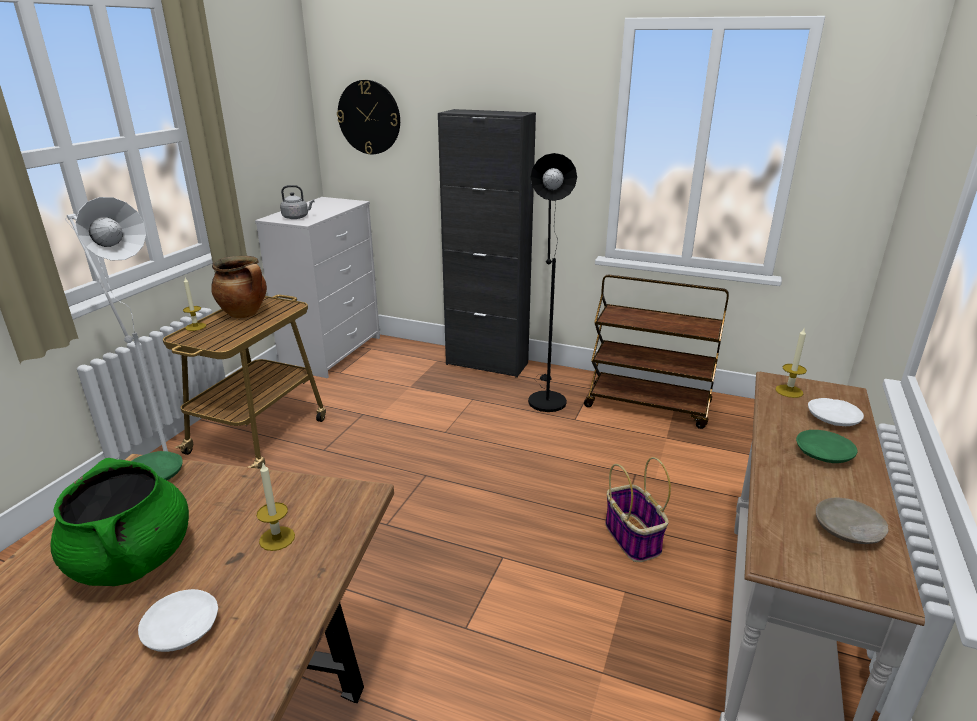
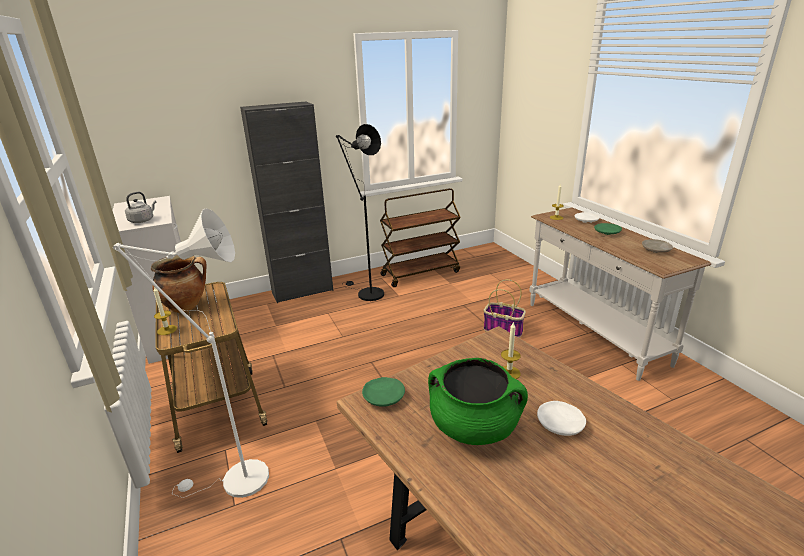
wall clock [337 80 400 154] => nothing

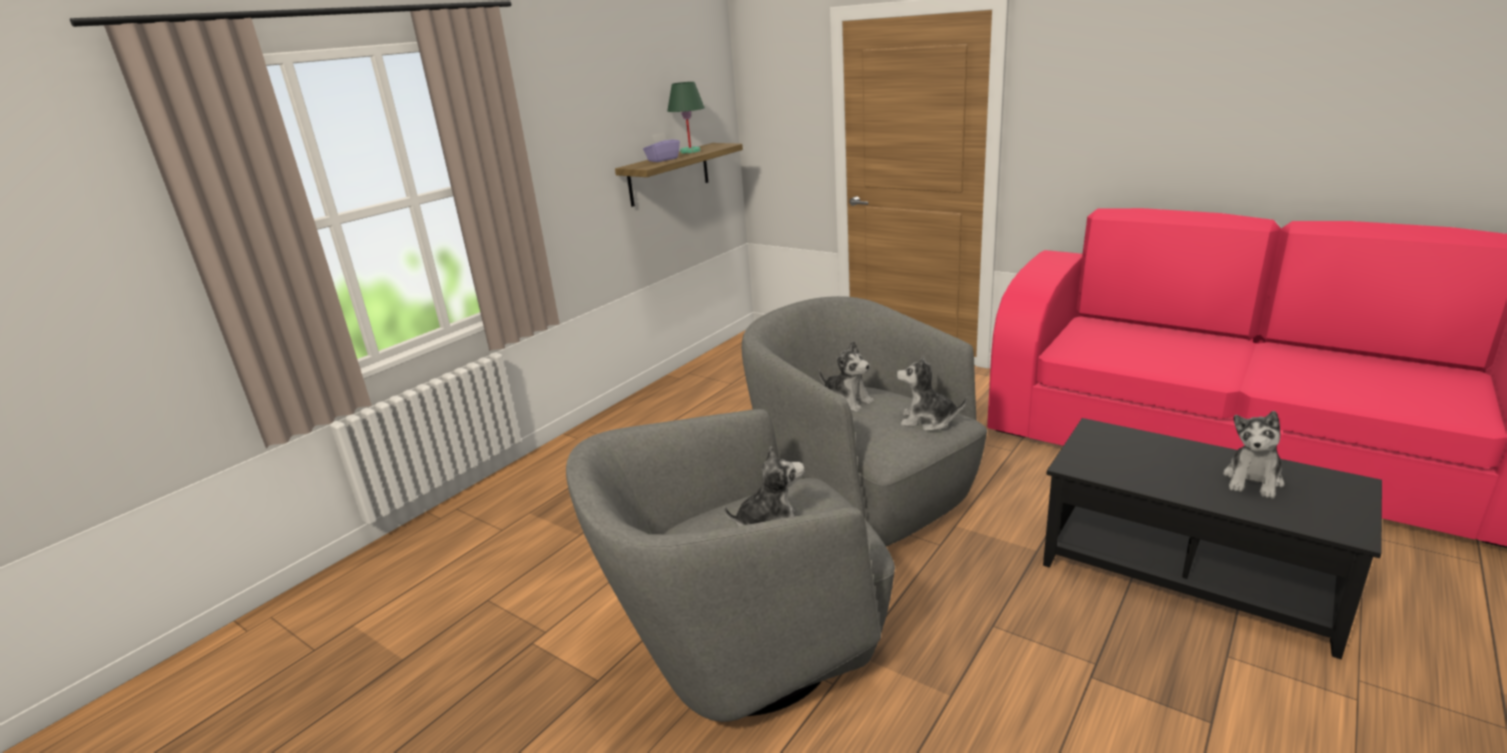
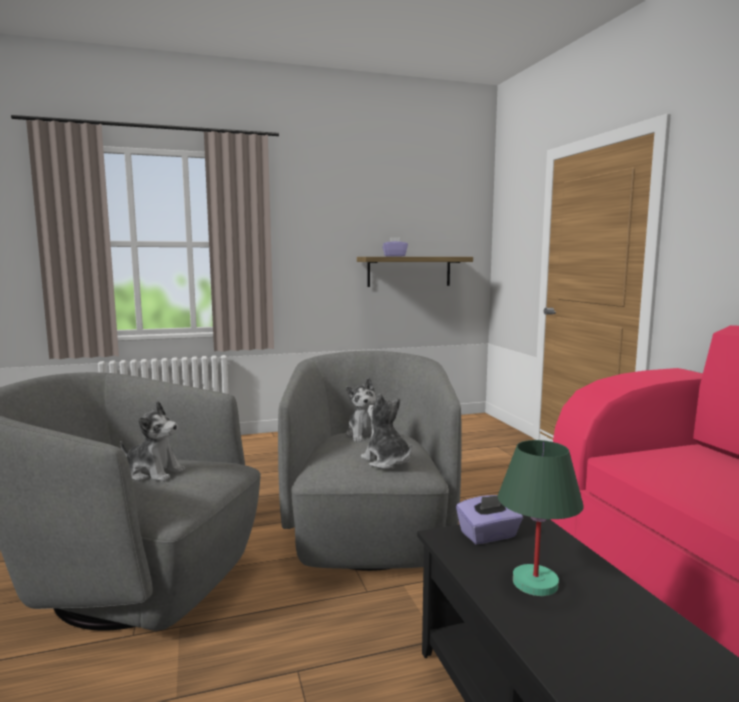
table lamp in green [667 82 705 154] => table lamp in green [498 440 584 596], move
plush toy [1223 411 1285 499] => nothing
nothing => tissue box in purple [456 495 523 544]

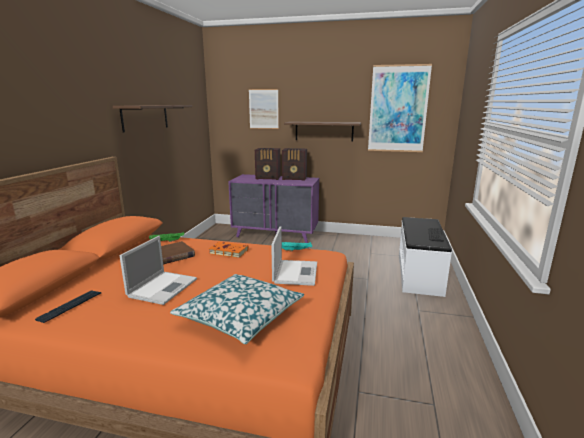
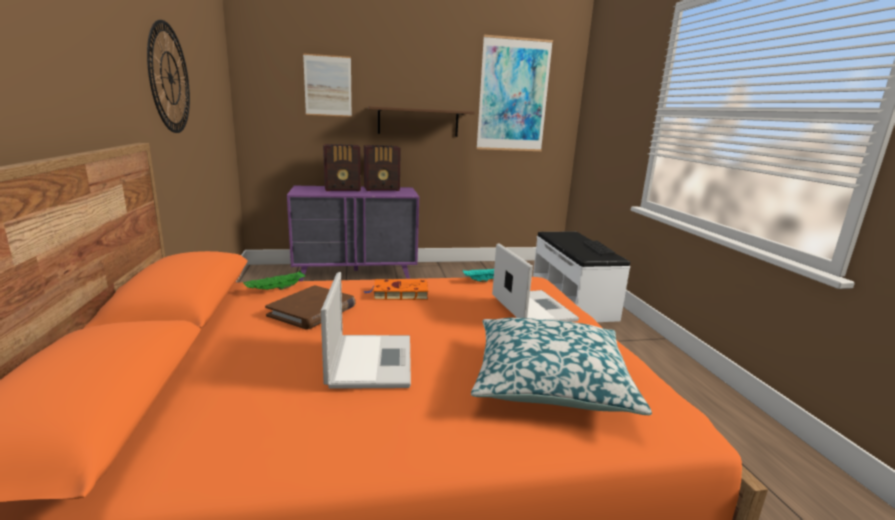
keyboard [35 290 101 323] => nothing
shelf in brown [113 105 192 133] => wall clock [147 20 190 133]

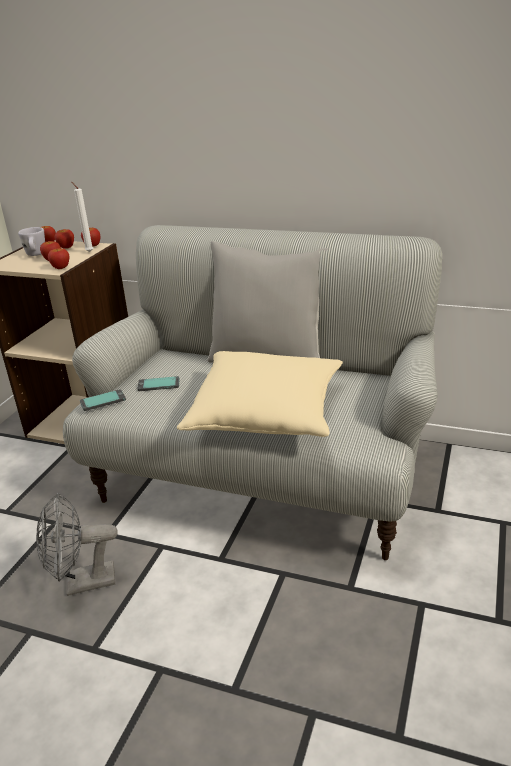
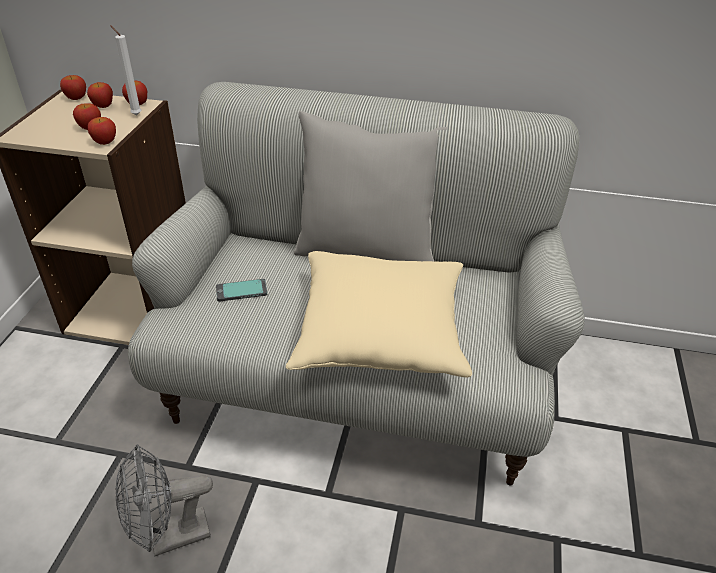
mug in white [18 227 45 256] => nothing
phone [80 389 126 411] => nothing

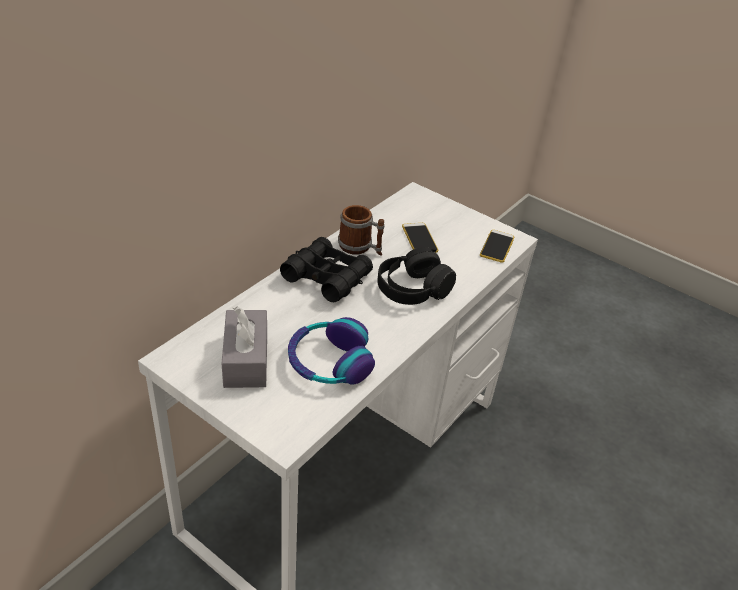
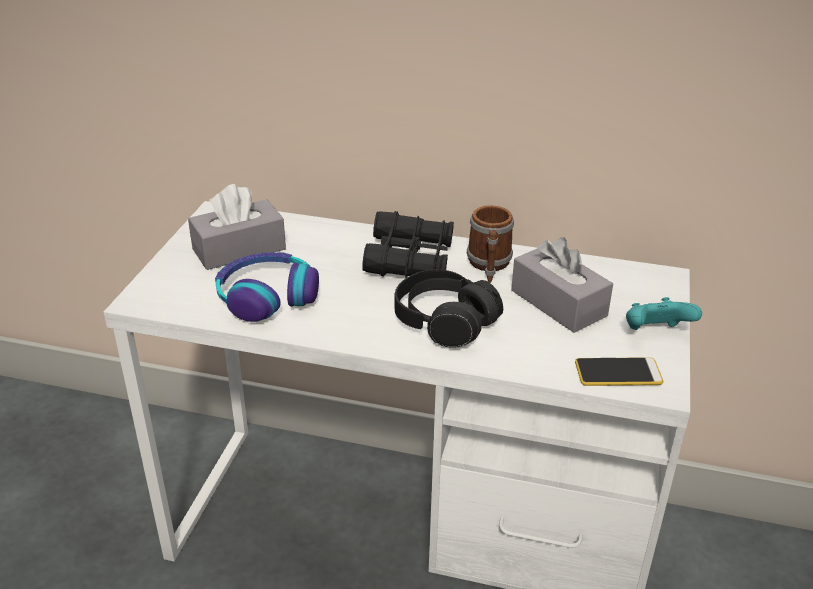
phone [402 223 438 253] => tissue box in grey [511 237 613 333]
nothing => game controller in turquoise [626 297 702 330]

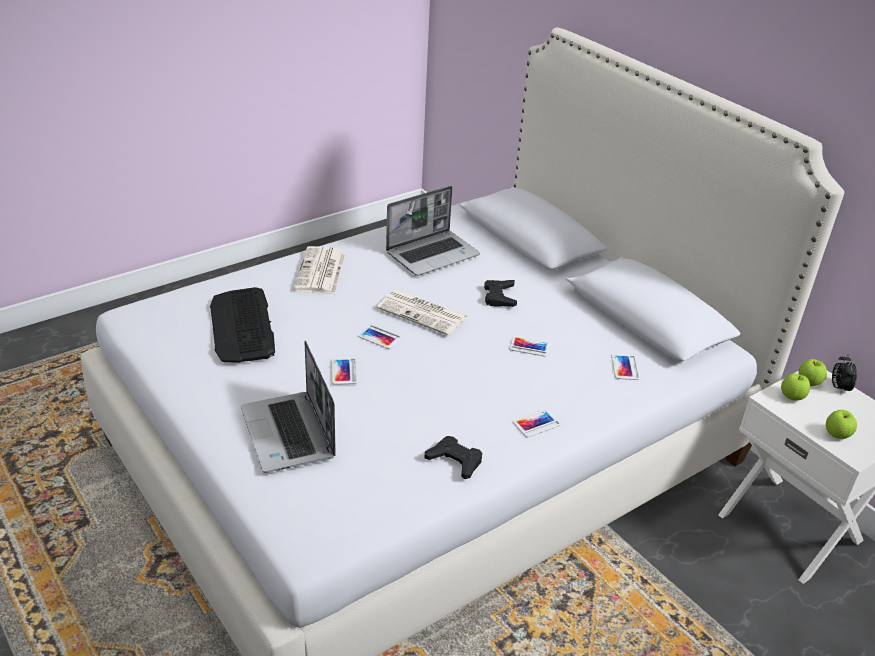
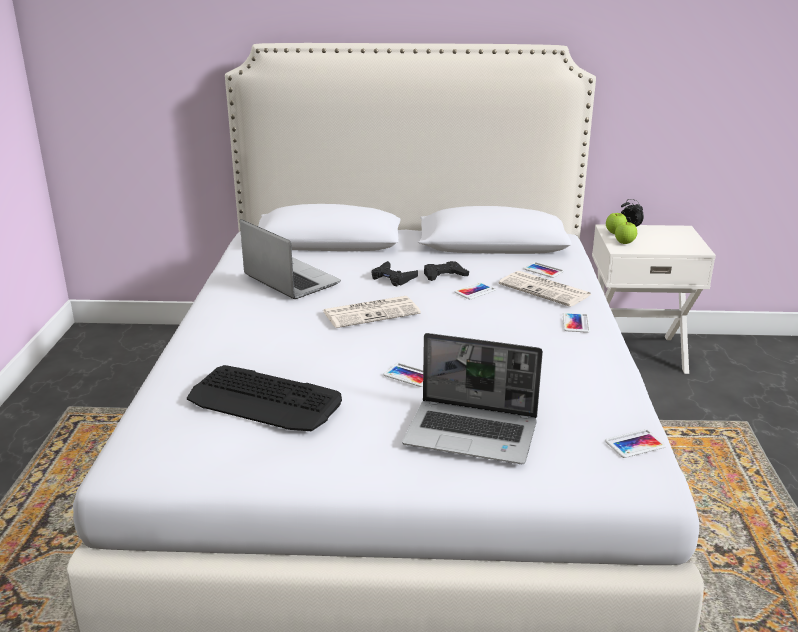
newspaper [293 246 346 294] => newspaper [499 271 592 307], move
phone [358 325 401 349] => phone [605 429 666 458], move
laptop [386 186 480 276] => laptop [240 219 341 299], 45 degrees counterclockwise
game controller in black [425 436 482 479] => game controller in black [424 261 469 281], move
apple [826 410 857 439] => nothing

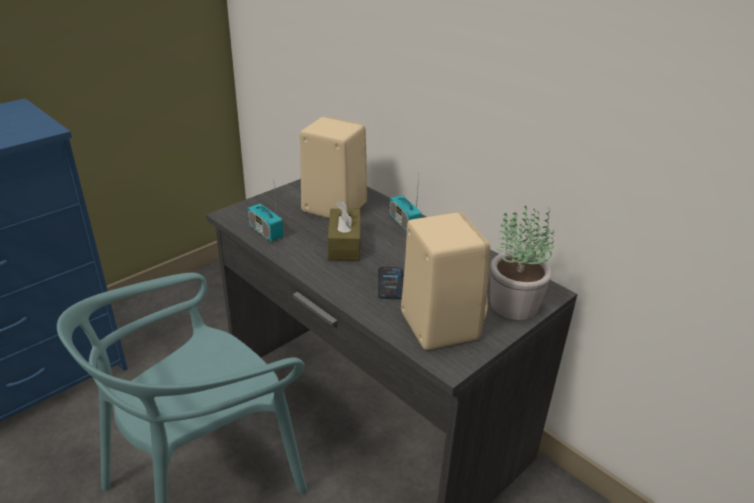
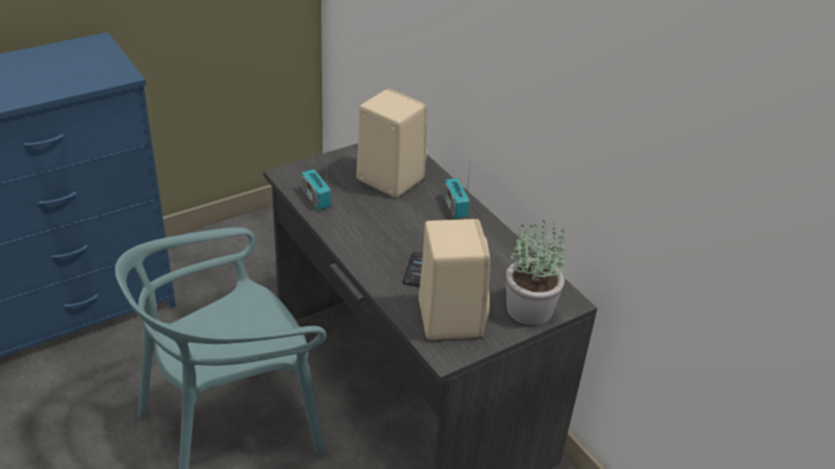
tissue box in brown [328 200 361 260] => nothing

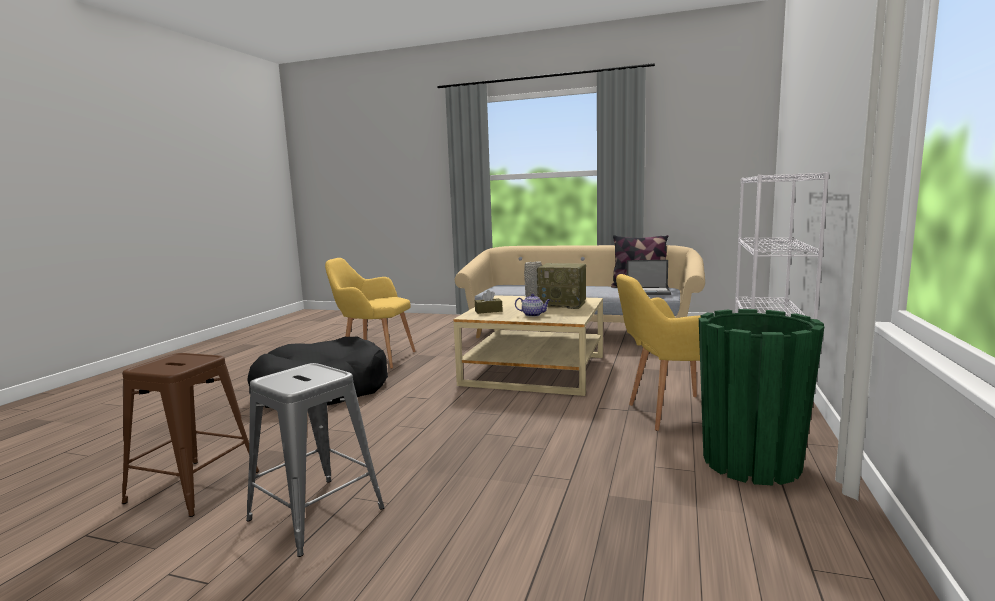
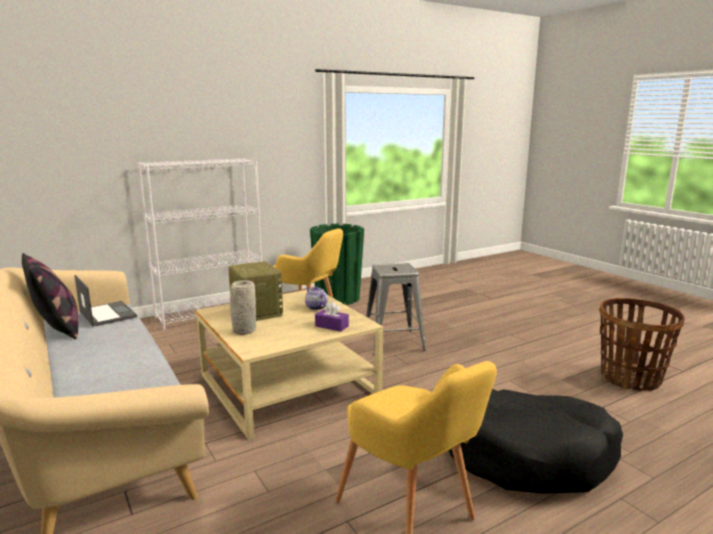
stool in brown [122 353 259 517] => basket [599 298 684 391]
stool in grey [246 363 385 557] => stool in grey [366 263 426 355], move
tissue box in brown [475 290 503 314] => tissue box in purple [315 302 349 332]

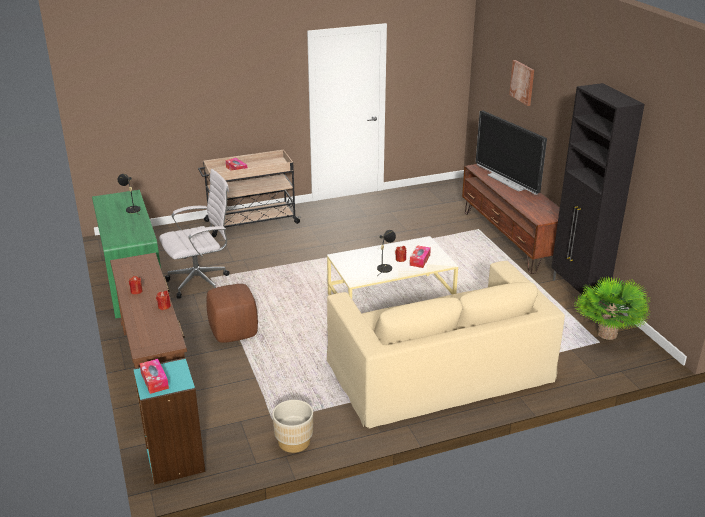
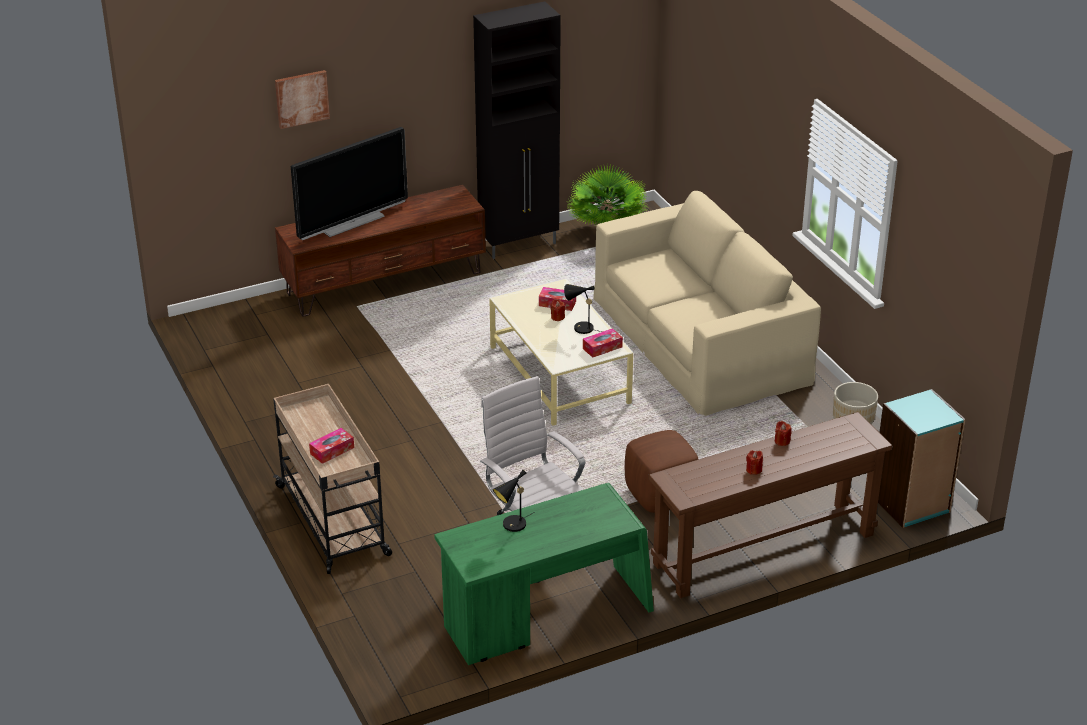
tissue box [140 359 169 394] => tissue box [583 328 623 358], move

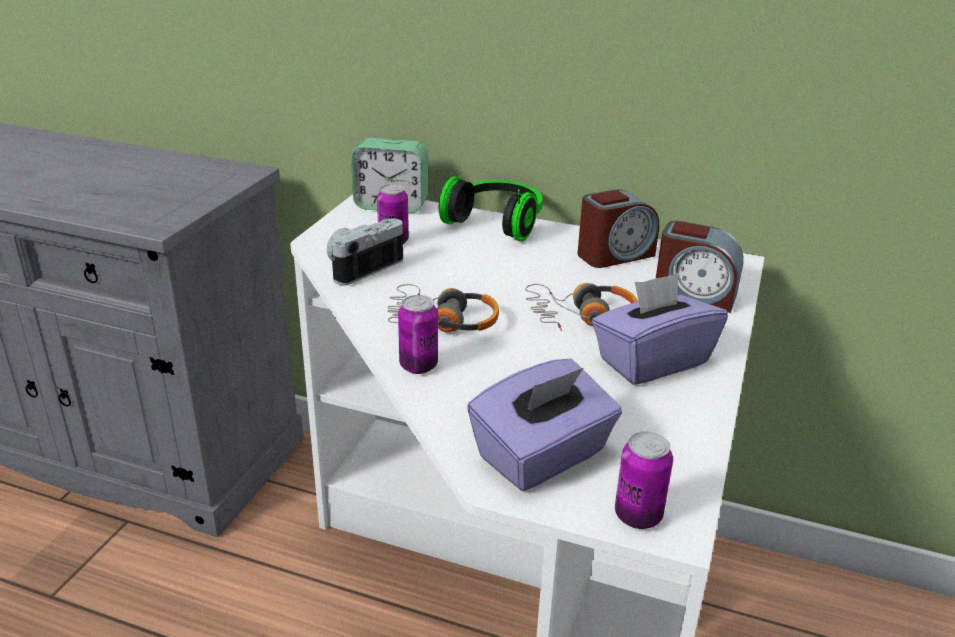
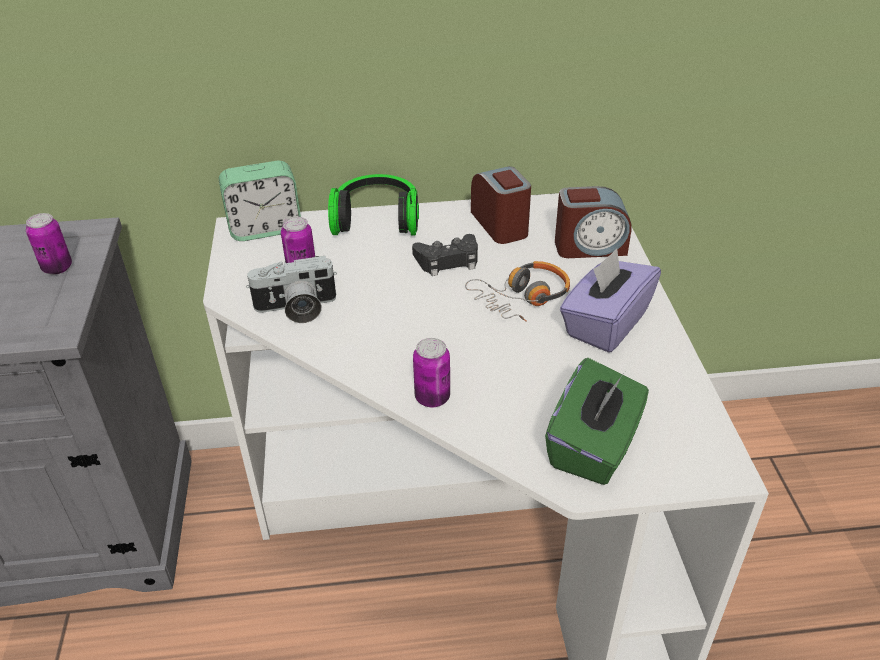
photo camera [327 219 403 286] => photo camera [246 256 337 323], 120 degrees counterclockwise
headphones [387 284 499 333] => nothing
tissue box in purple [467 359 622 491] => tissue box in green [545 358 649 485]
alarm clock [577 190 659 268] => alarm clock [471 166 531 244], 60 degrees counterclockwise
can [615 431 673 529] => can [26 213 72 275], move
nothing => game controller in black [412 234 478 276]

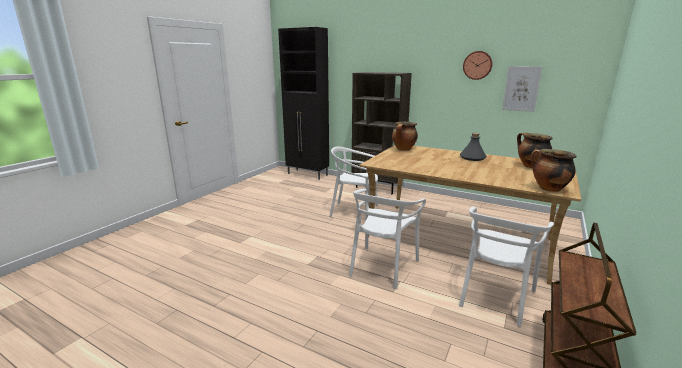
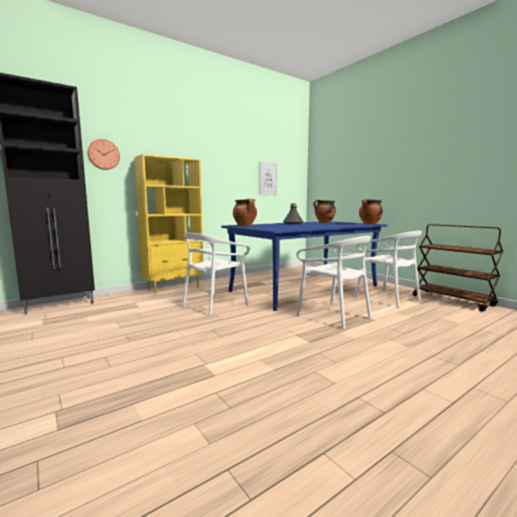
bookcase in brown [352 72 412 195] => bookcase in yellow [134 154 204 294]
dining table in beige [359 145 581 285] => dining table in blue [221 222 387 311]
wall clock [463 51 492 80] => wall clock [87 139 120 170], move

